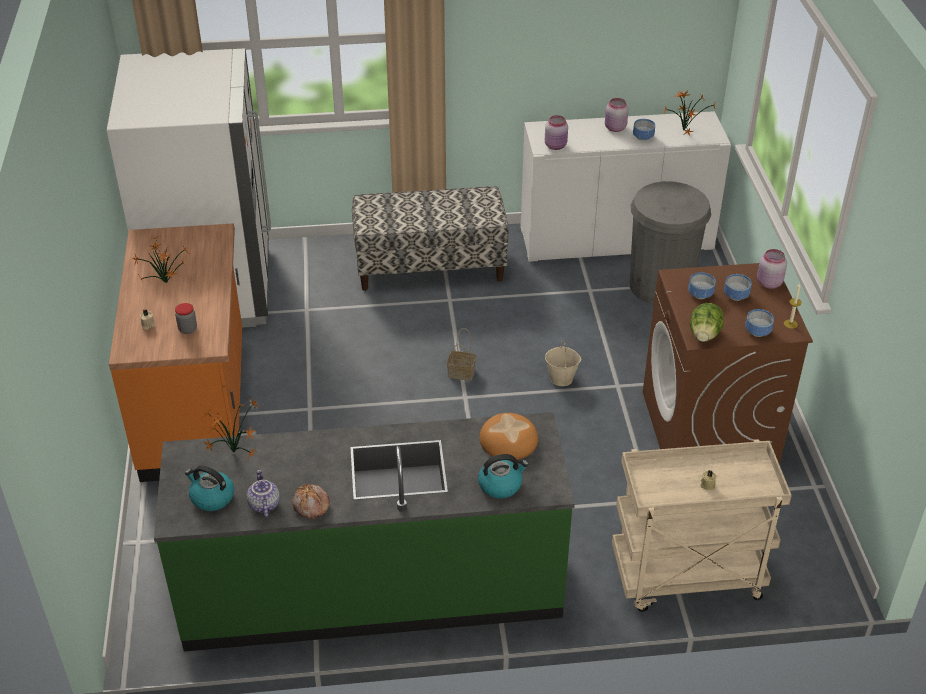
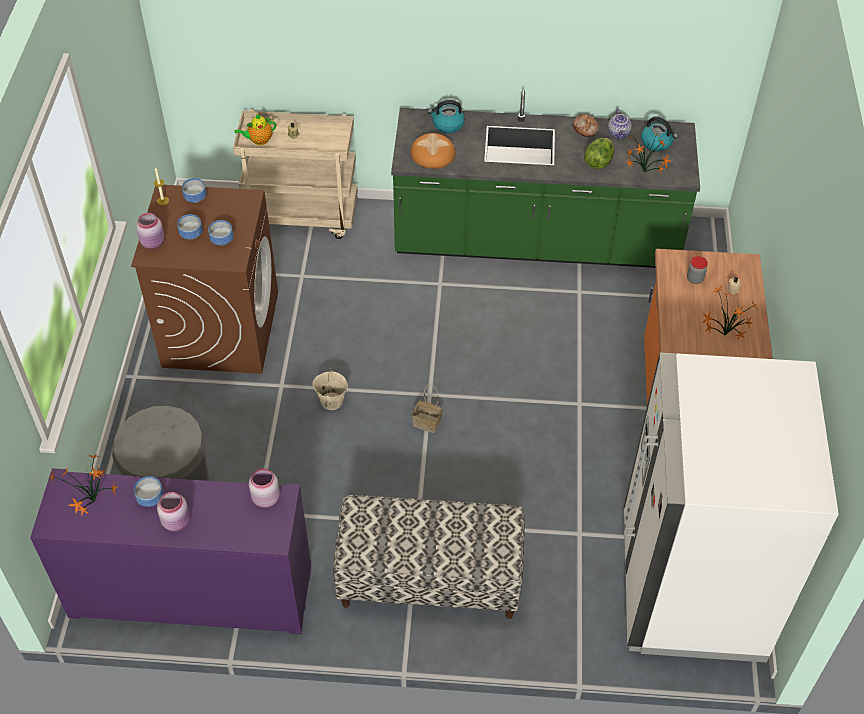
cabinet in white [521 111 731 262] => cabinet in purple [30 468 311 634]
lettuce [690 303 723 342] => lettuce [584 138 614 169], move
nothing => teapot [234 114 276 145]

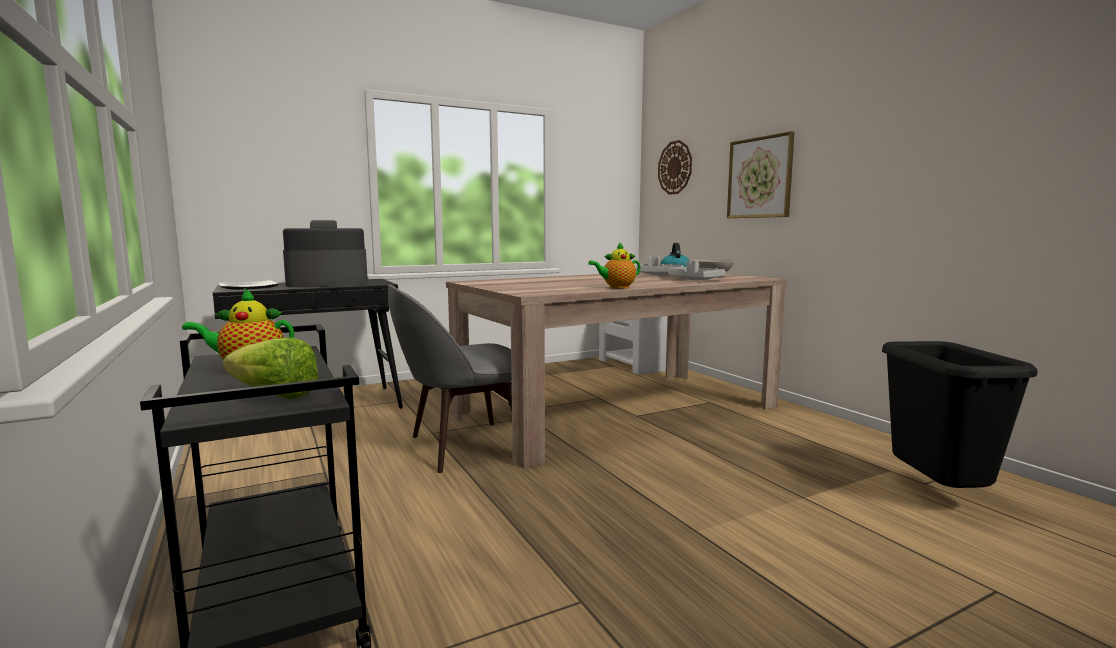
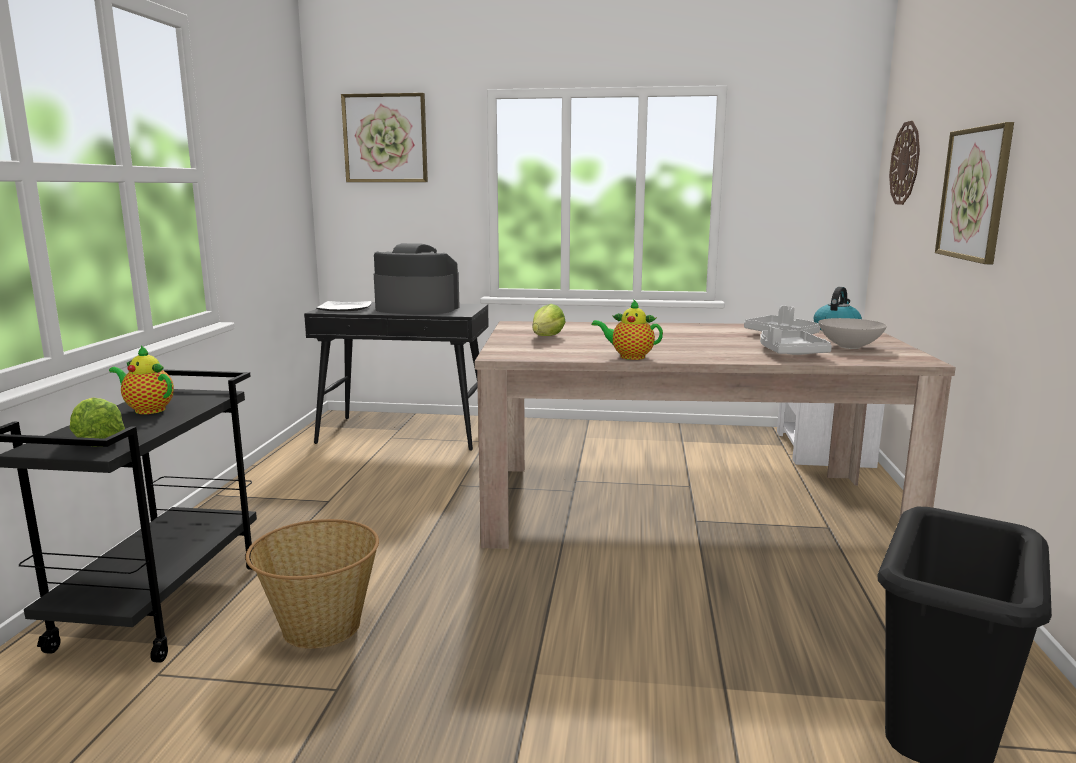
chair in grey [388 285 512 473] => nothing
nothing => basket [245 519 379 649]
nothing => picture [341 93 428 182]
nothing => lettuce [532 304 566 336]

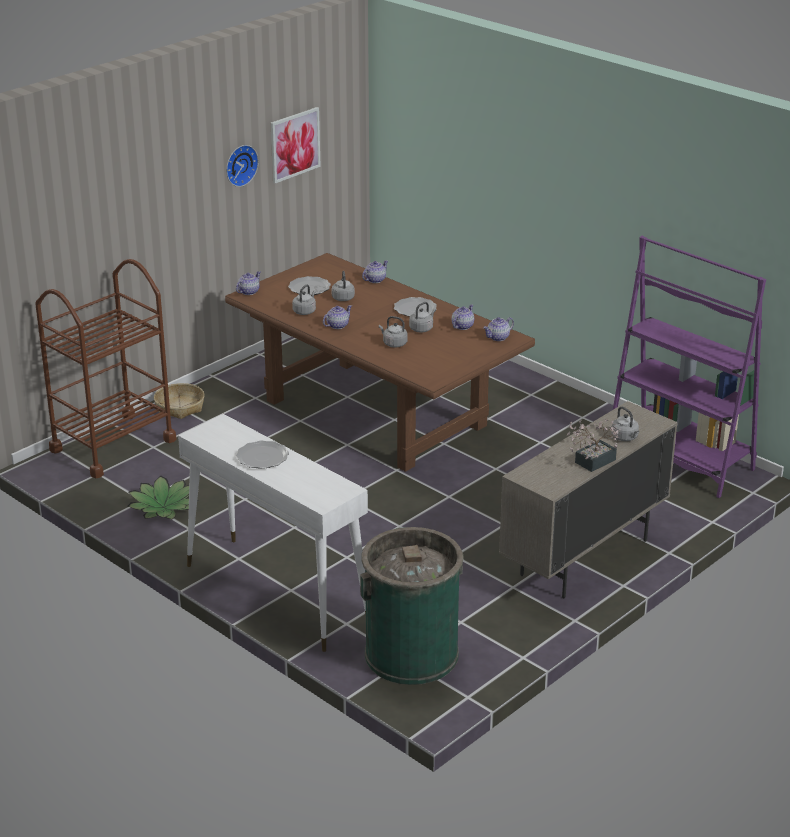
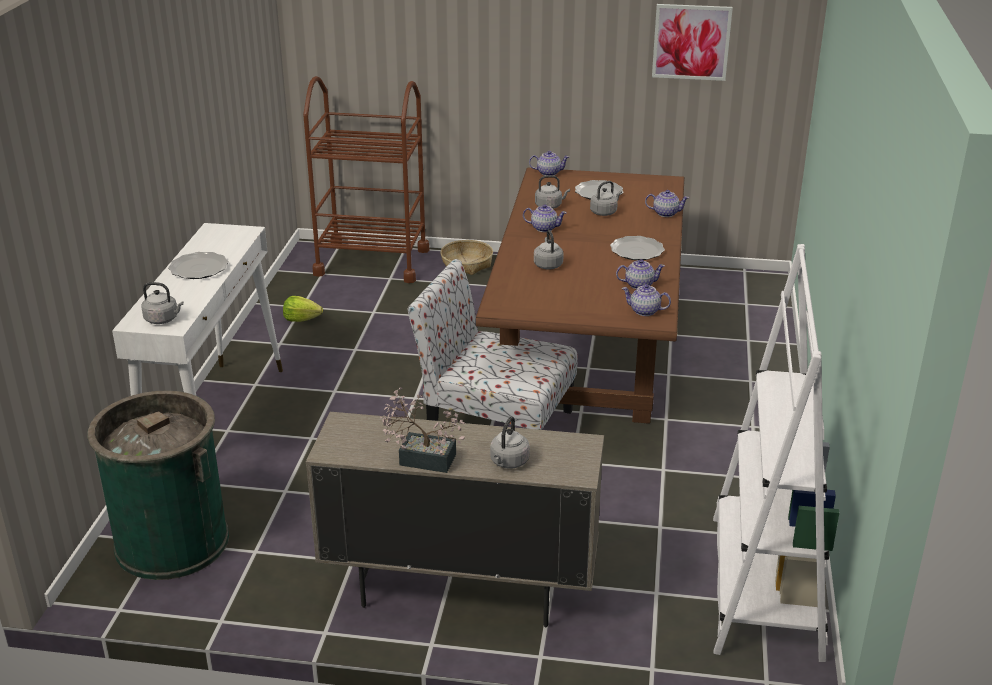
potted plant [128 475 198 519] => lettuce [283 296 323 322]
wall clock [226 145 259 187] => nothing
kettle in grey [409 302 436 332] => kettle in grey [141 282 184 324], move
bookcase in purple [613 236 766 498] => bookcase in white [713 244 839 662]
nothing => chair [408 259 578 430]

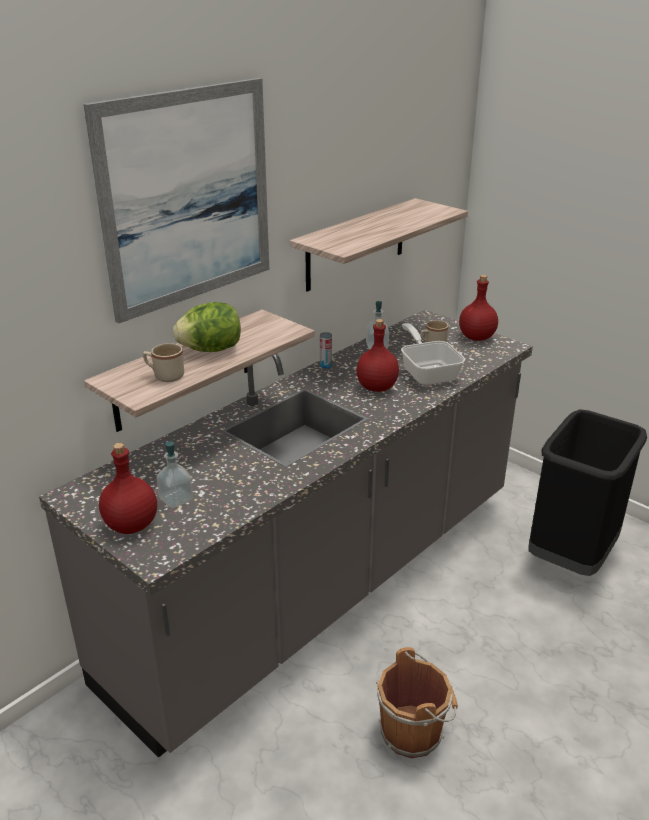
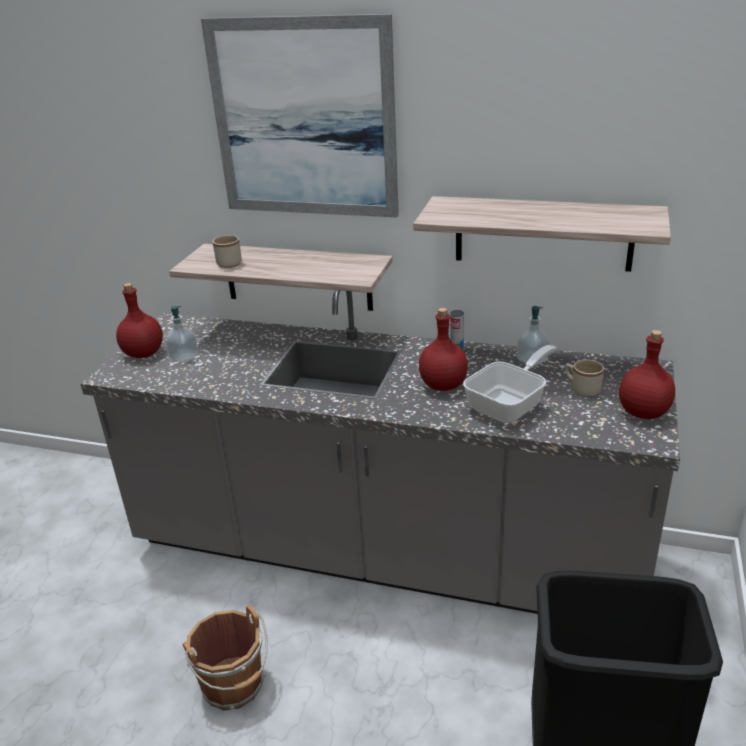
lettuce [173 302 241 352] => nothing

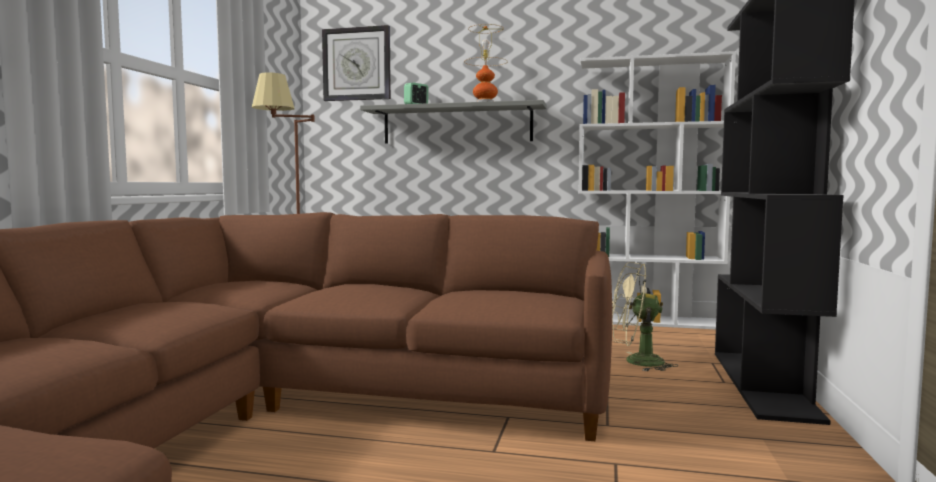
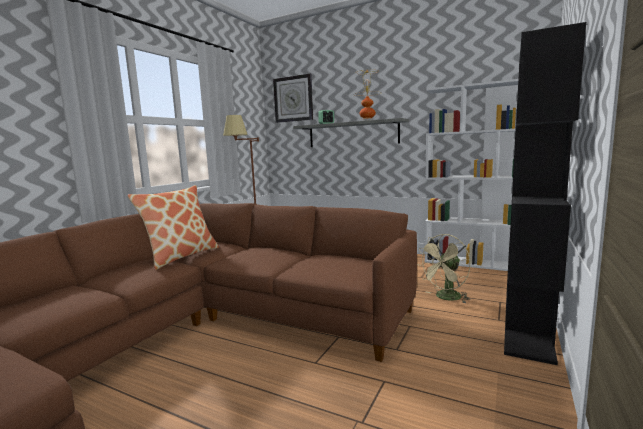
fan in beige [612 262 678 371] => fan in beige [419 234 470 303], 60 degrees counterclockwise
nothing => pillow [128 185 219 270]

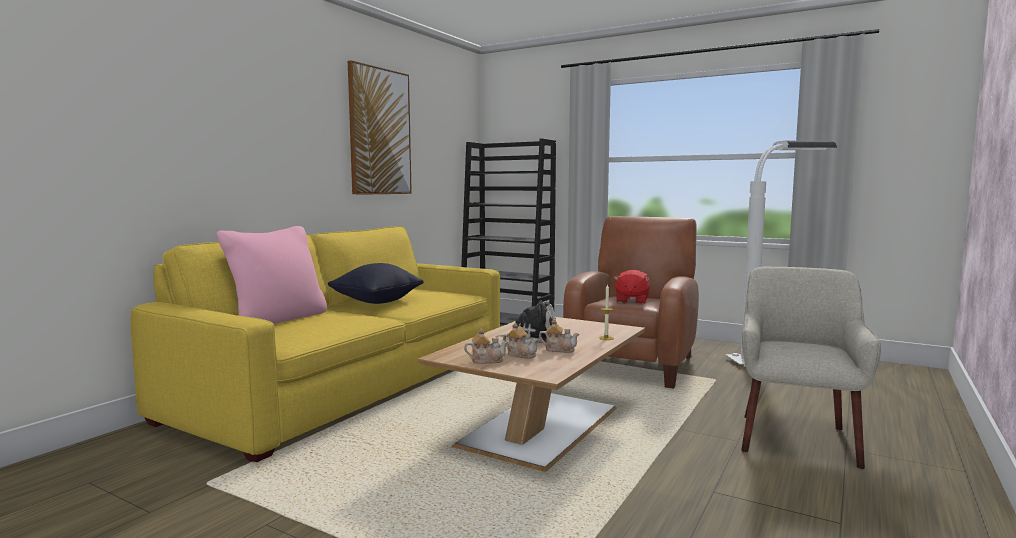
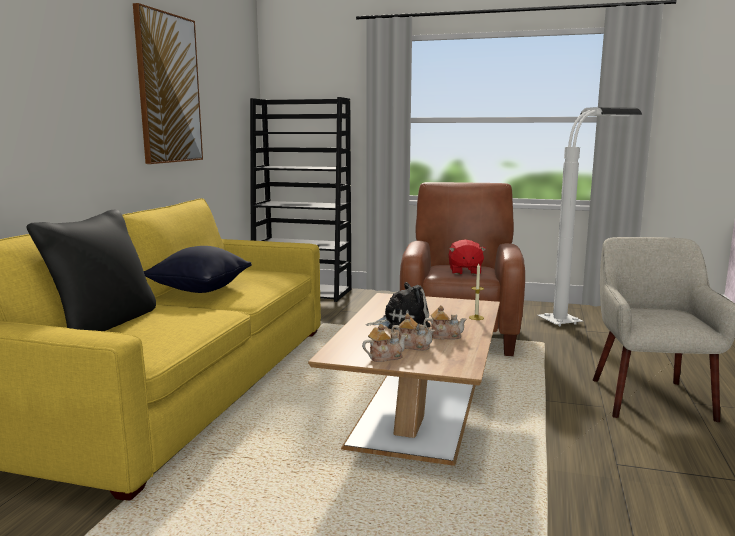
pillow in pink [216 226 327 324] => pillow in black [27 210 156 331]

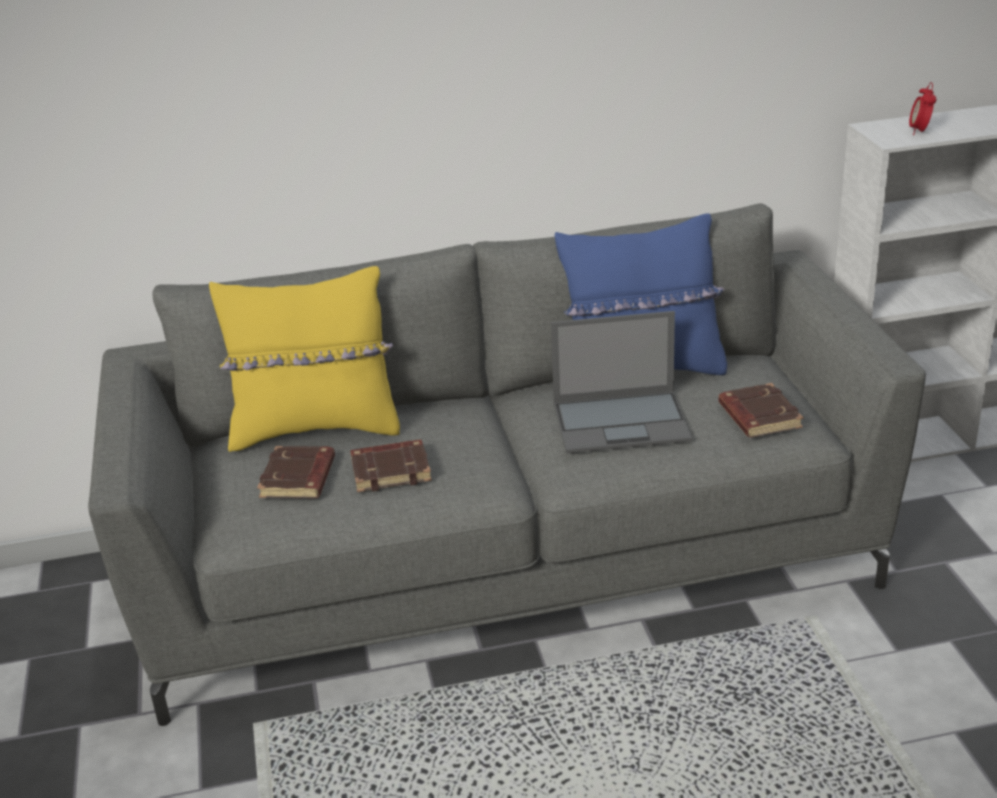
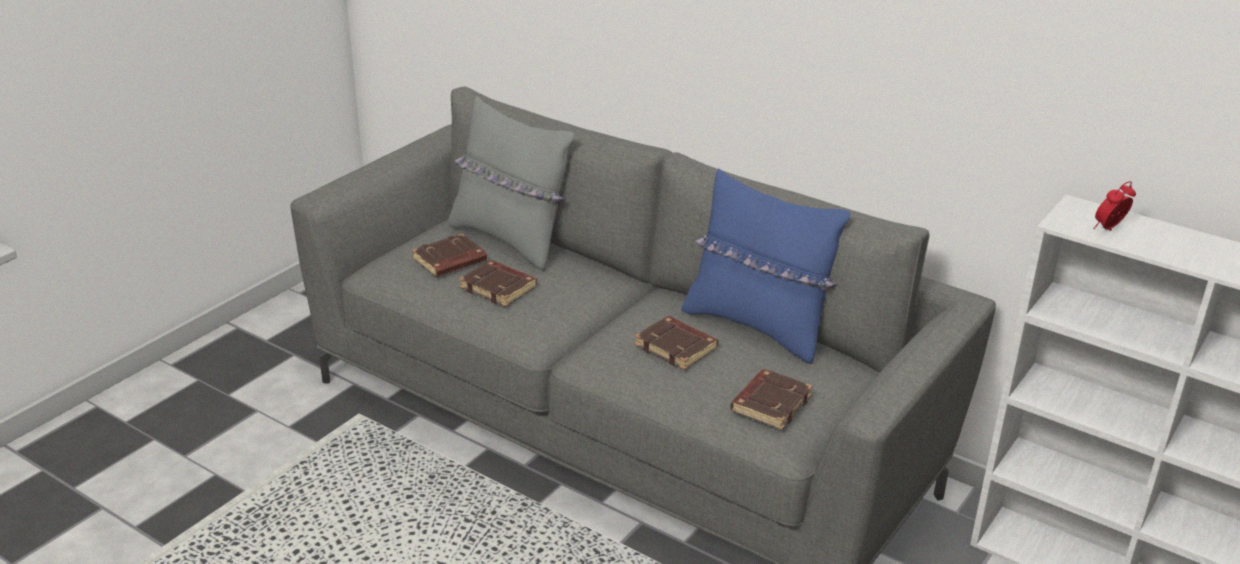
pillow in yellow [209 266 400 452] => pillow in grey [447 96 574 271]
laptop [551 311 692 453] => book in brown [634 316 718 370]

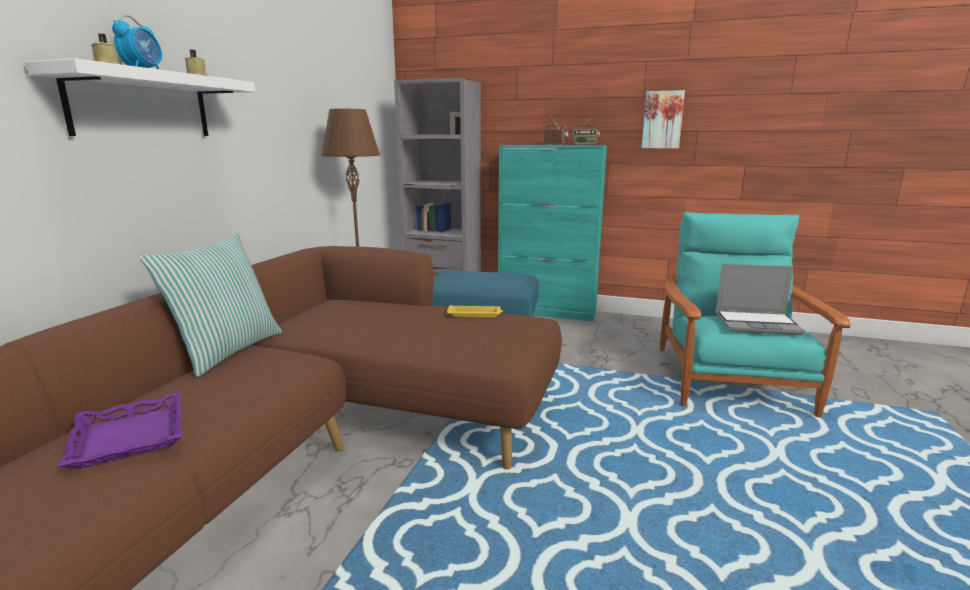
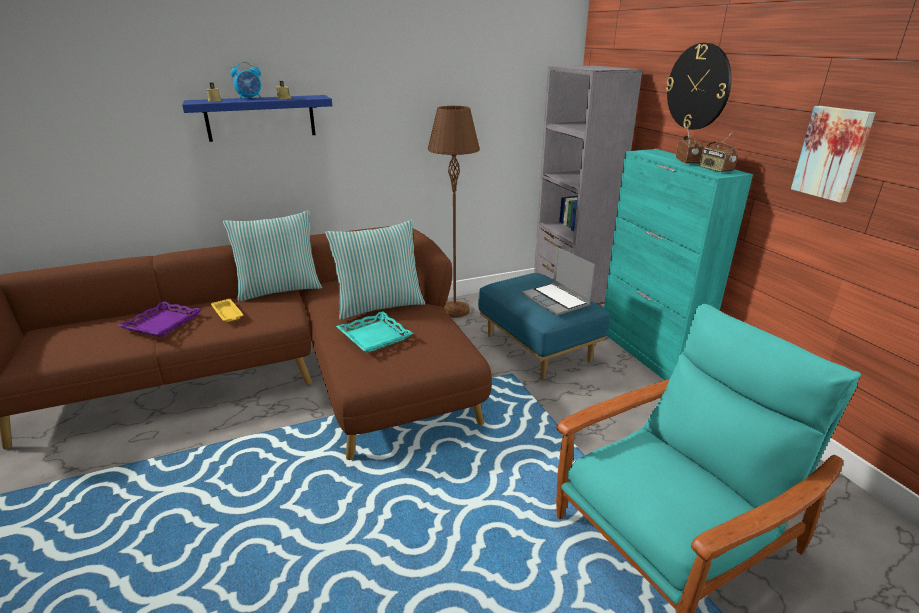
shelf in white [25 58 255 136] => shelf in blue [182 95 333 142]
tray in yellow [447 305 503 317] => tray in yellow [211 299 243 322], move
laptop [715 264 806 335] => laptop [522 247 595 316], move
nothing => pillow [325 220 425 320]
nothing => tray in turquoise [336 311 414 353]
nothing => wall clock [666 43 732 130]

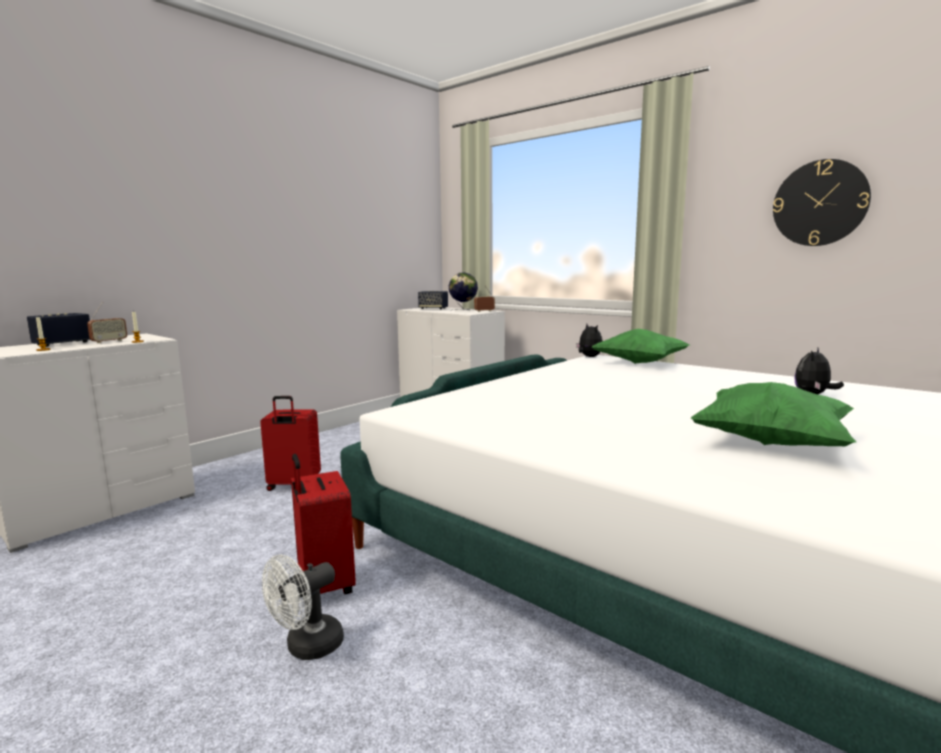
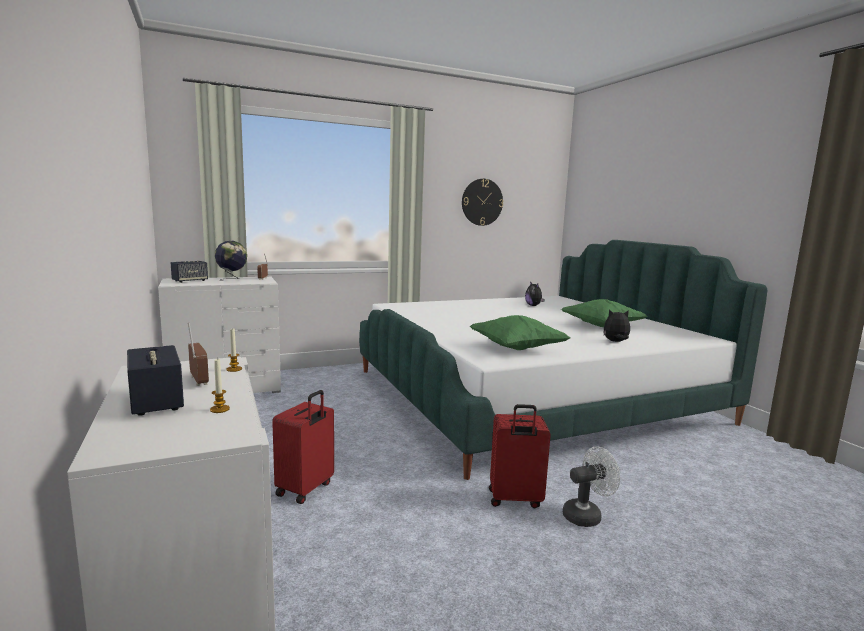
fan in white [262 554 344 660] => fan in white [563 446 620 527], 90 degrees counterclockwise
plush toy [576 324 602 357] => plush toy [603 309 630 342], move
pillow in green [592 329 689 364] => pillow in green [469 315 570 350], move

